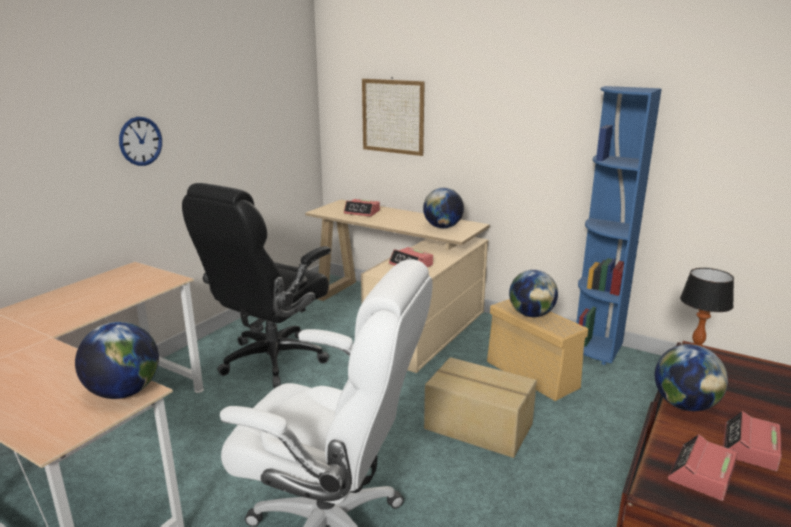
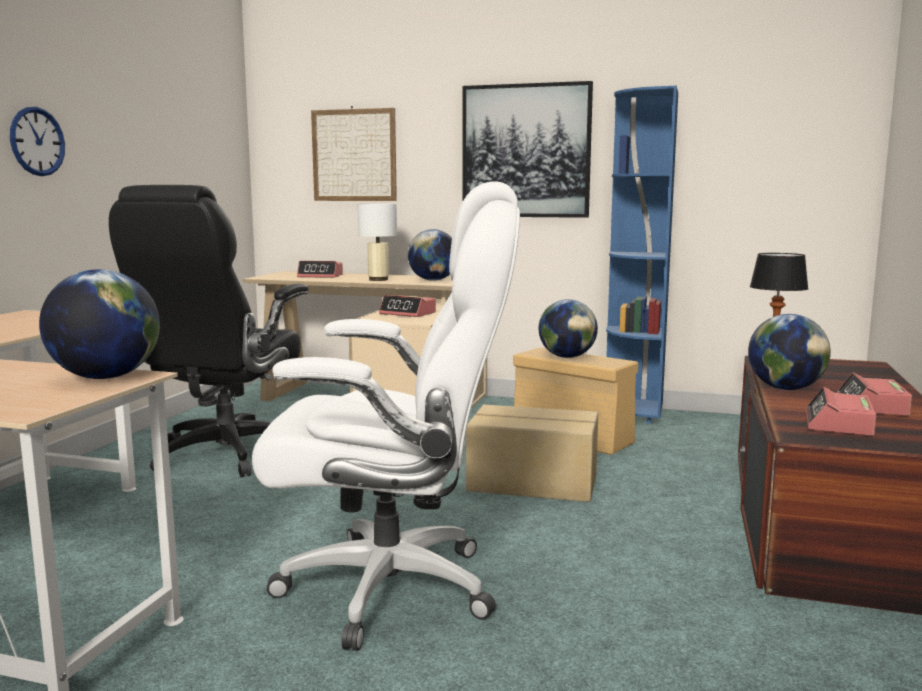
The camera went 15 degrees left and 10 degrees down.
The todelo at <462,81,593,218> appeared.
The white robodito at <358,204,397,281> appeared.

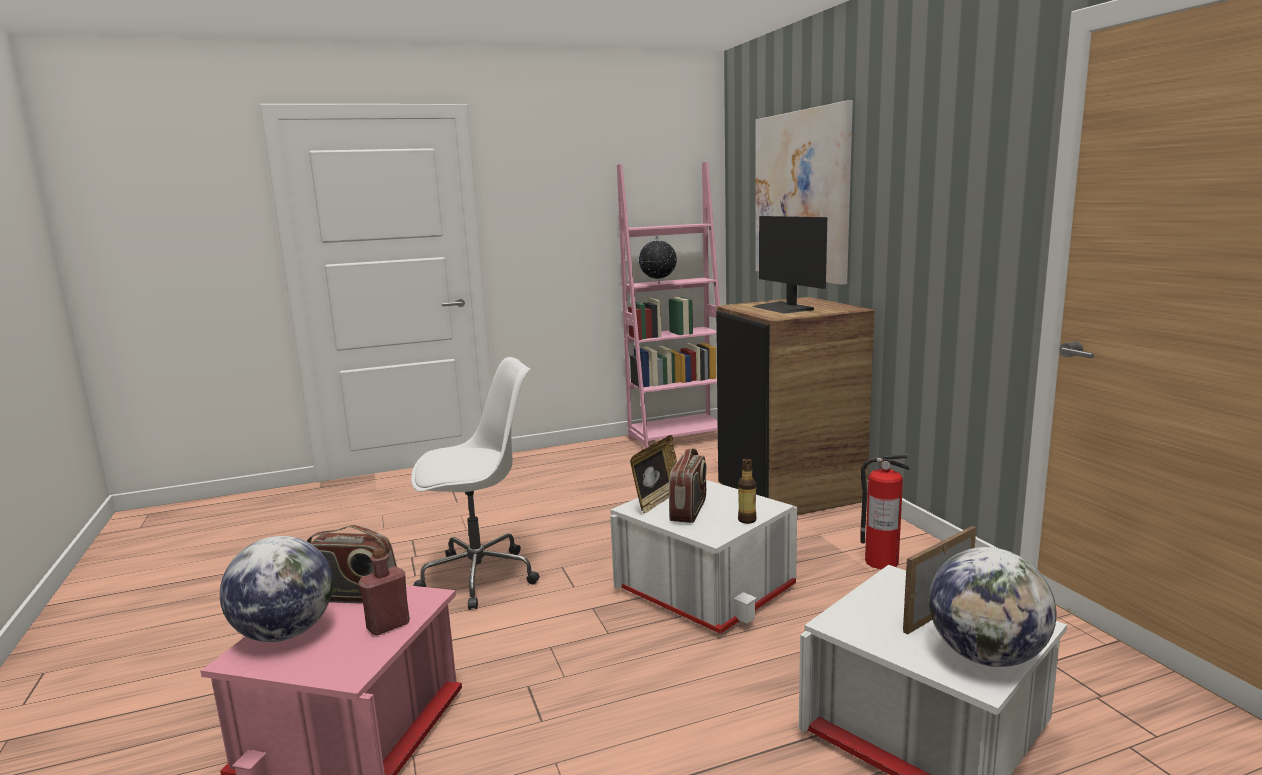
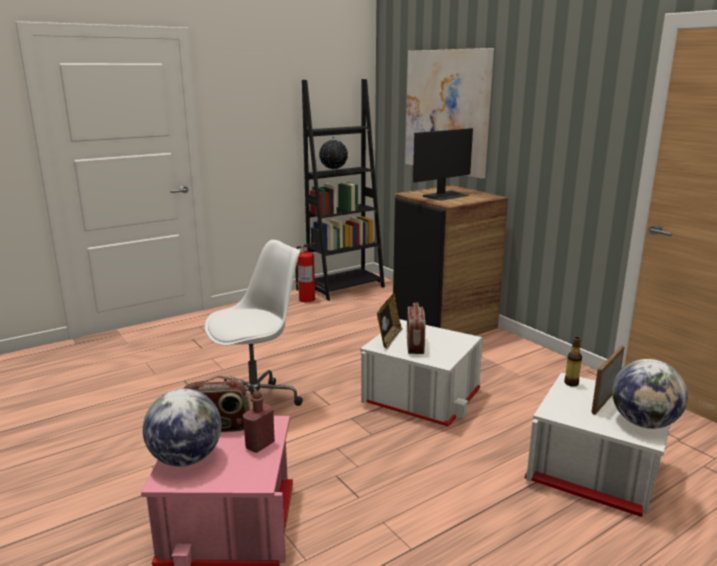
The camera went 15 degrees left and 5 degrees up.
The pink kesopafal at <617,162,720,449> became the black kesopafal at <302,79,385,301>.
The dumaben at <752,216,827,314> turned 90 degrees counterclockwise.
The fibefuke moved from <861,455,910,569> to <296,243,317,303>.
The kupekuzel moved from <738,457,757,524> to <564,337,582,387>.

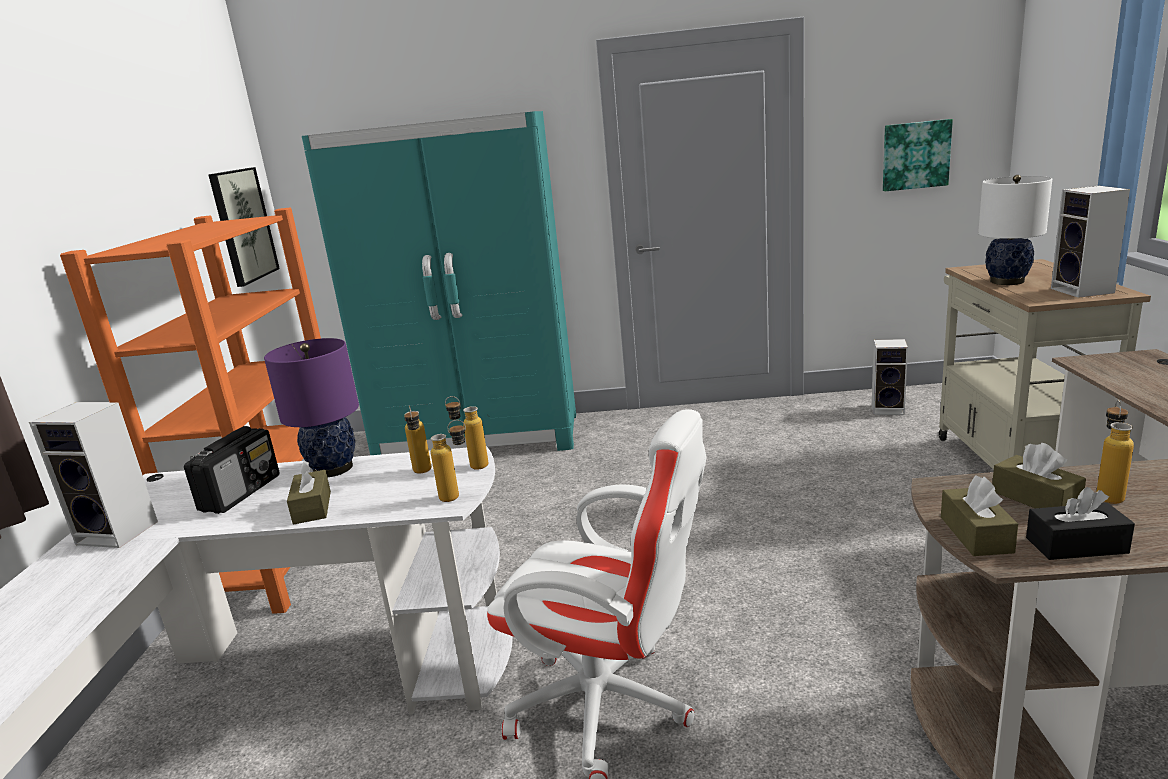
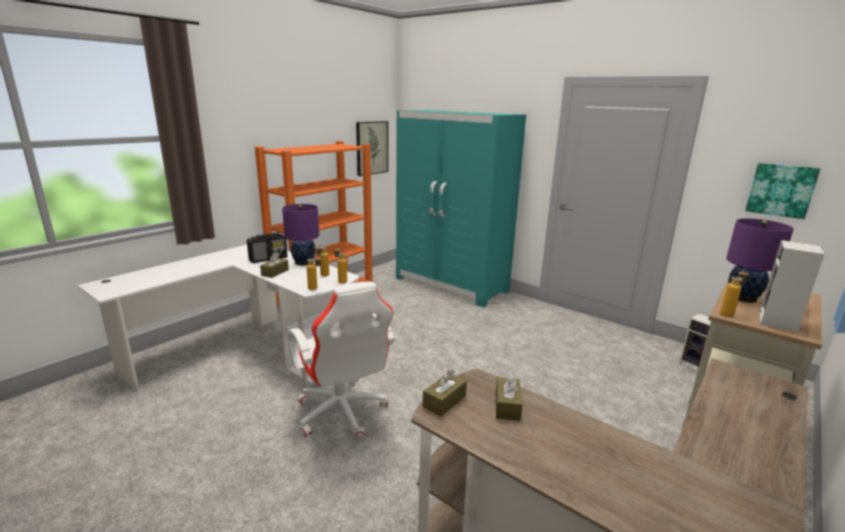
The camera went 35 degrees right and 0 degrees up.
The white robodito at <978,175,1052,285> became the purple robodito at <726,219,794,303>.
The kupekuzel moved from <1096,400,1134,504> to <720,268,749,317>.
The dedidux at <29,402,158,548> disappeared.
The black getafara at <1026,487,1135,560> disappeared.

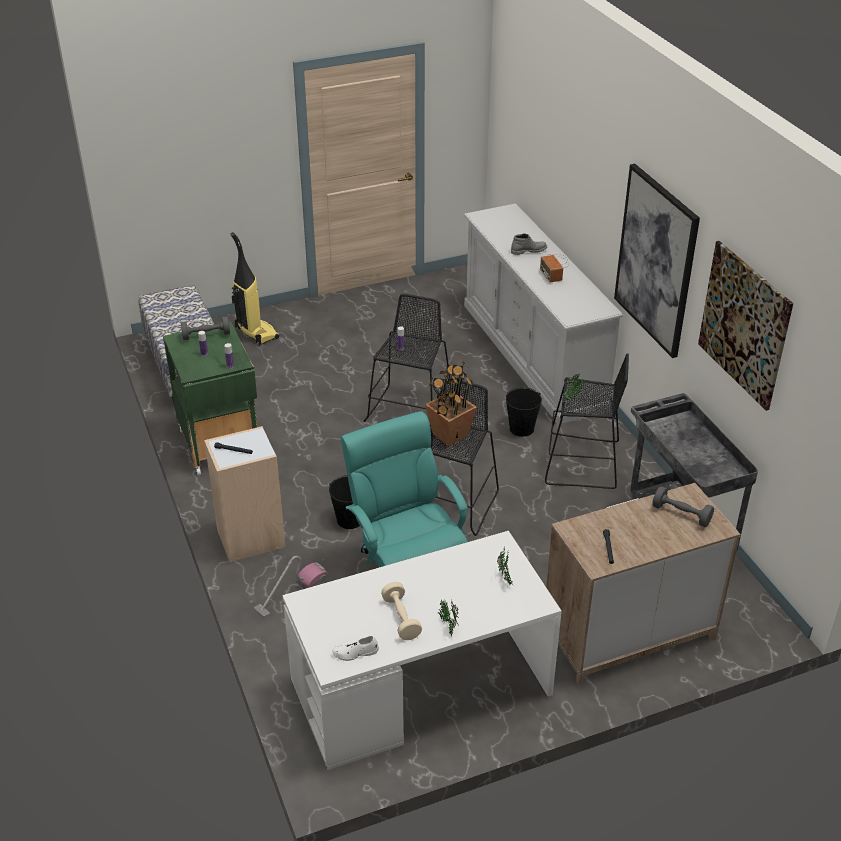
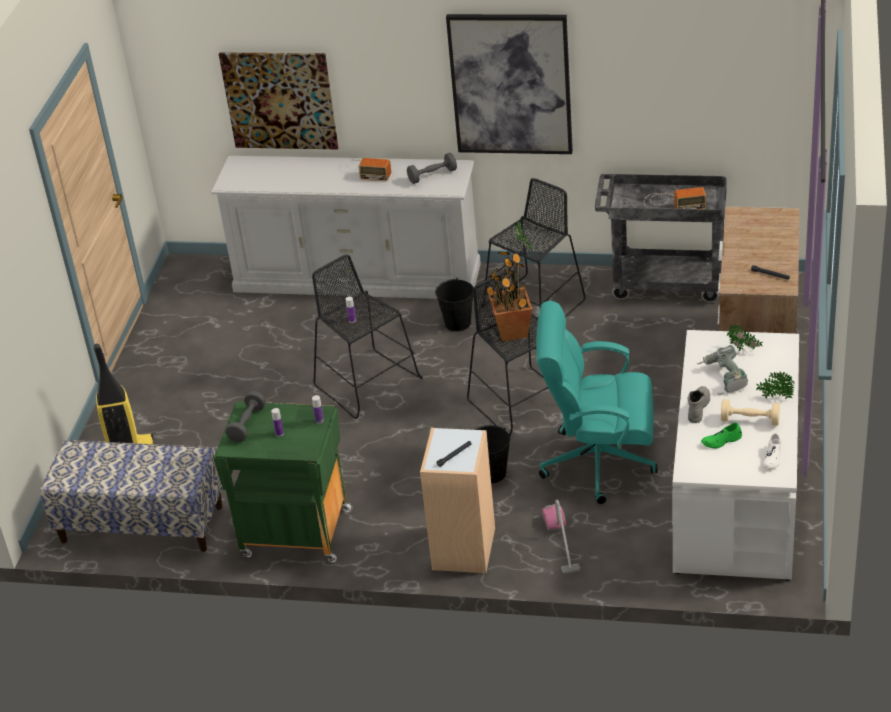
The camera went 55 degrees left and 0 degrees up.
The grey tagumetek moved from <511,233,547,255> to <688,386,710,423>.
The todelo moved from <698,241,793,411> to <219,52,338,149>.
The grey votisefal moved from <652,486,714,527> to <407,153,457,184>.
The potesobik at <644,187,706,209> appeared.
The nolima at <697,345,748,395> appeared.
The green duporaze at <701,423,742,449> appeared.

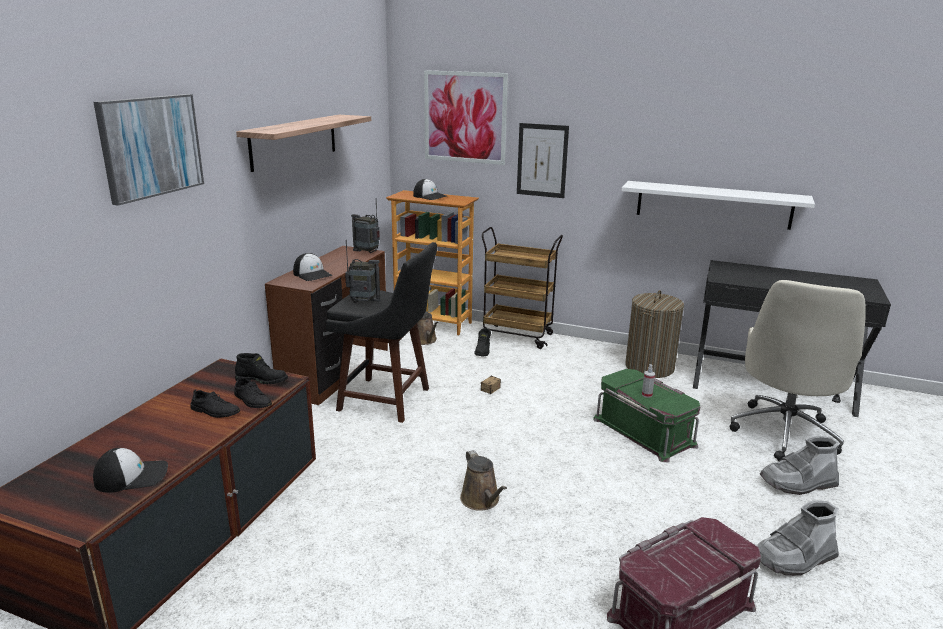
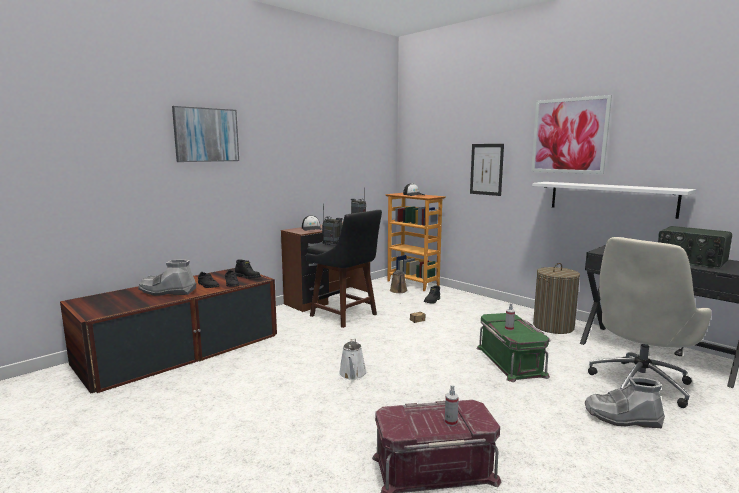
The camera went 25 degrees right and 10 degrees down.
The todelo moved from <424,70,508,165> to <531,95,612,174>.
The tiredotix at <236,115,371,172> disappeared.
The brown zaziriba at <482,227,563,349> disappeared.
The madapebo at <93,448,168,493> disappeared.
The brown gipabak at <460,450,507,511> became the white gipabak at <339,339,367,380>.
The grey tagumetek moved from <757,500,839,576> to <138,259,196,296>.
The potesobik at <658,226,732,268> appeared.
The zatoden at <445,385,459,426> appeared.

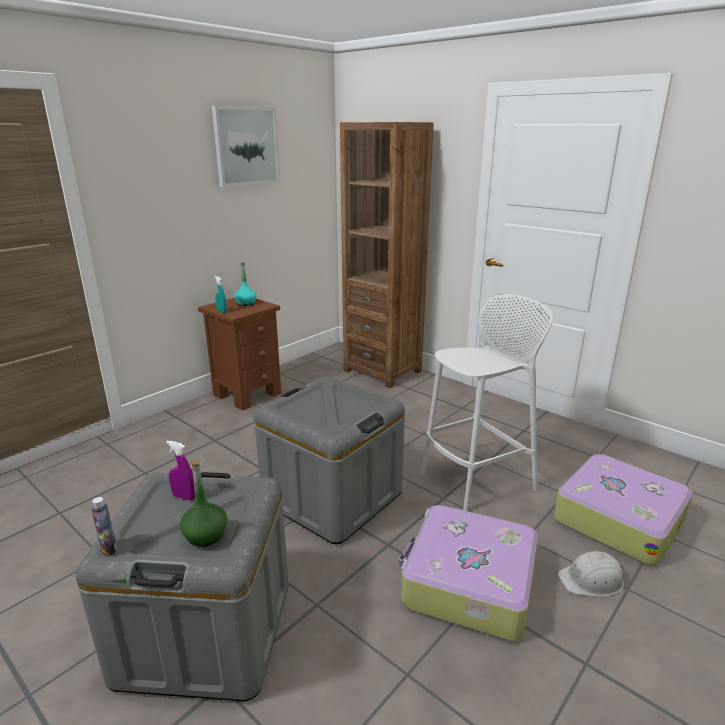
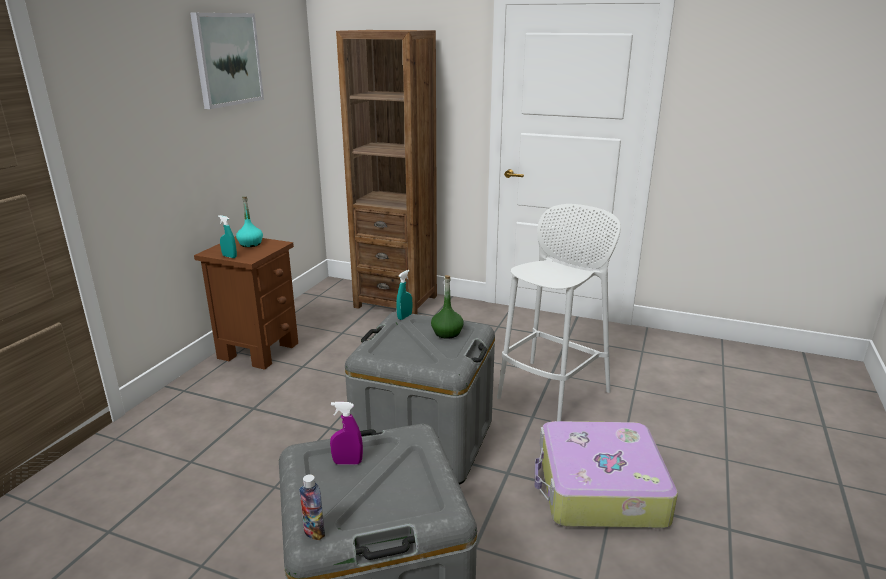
The camera went 20 degrees left and 0 degrees up.
The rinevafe at <554,454,693,566> disappeared.
The green kupekuzel moved from <180,460,227,547> to <431,275,464,339>.
The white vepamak at <558,551,624,597> disappeared.
The turquoise zatoden at <396,270,412,320> appeared.

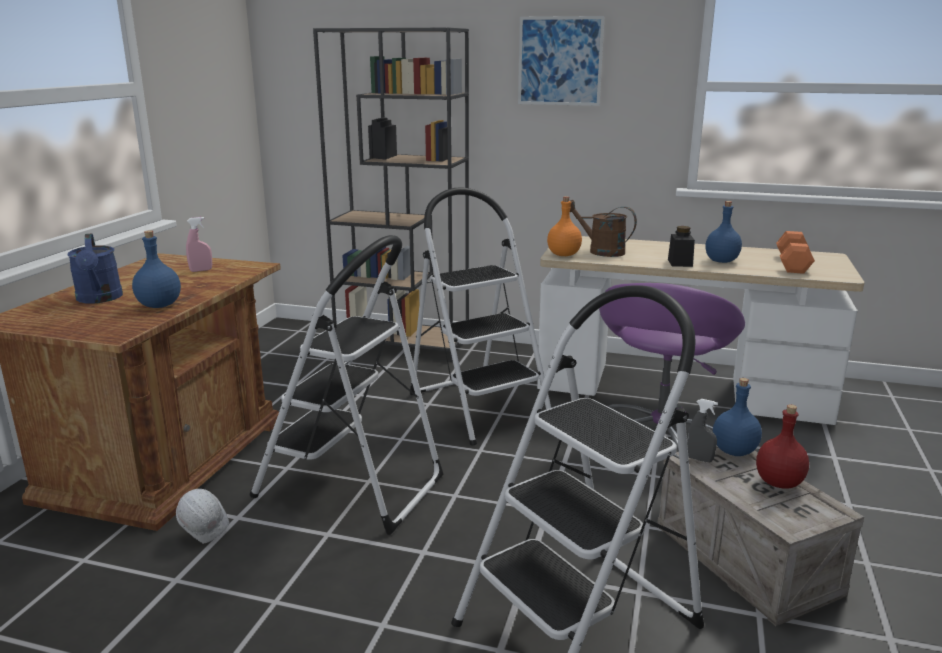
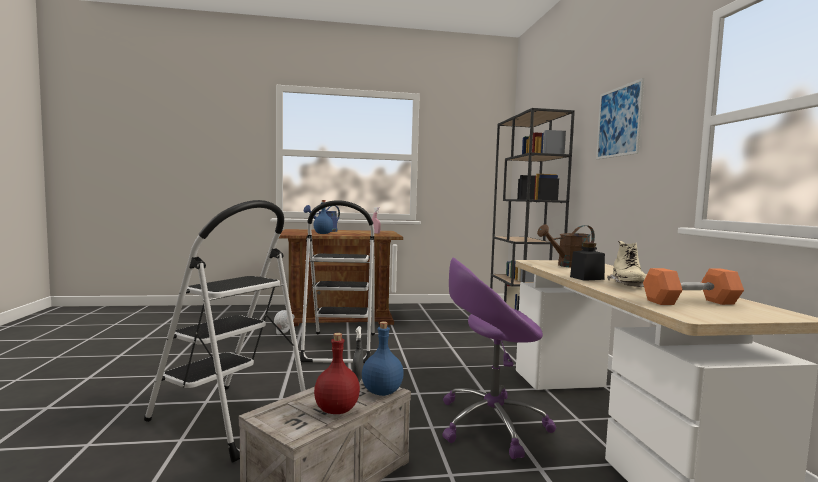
The camera went 65 degrees right and 15 degrees down.
The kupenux at <410,187,551,445> disappeared.
The orange kupekuzel at <547,196,582,256> disappeared.
The brown gipabak at <570,200,637,257> turned 120 degrees counterclockwise.
The blue kupekuzel at <705,201,742,263> was replaced by the beige tagumetek at <607,241,646,287>.

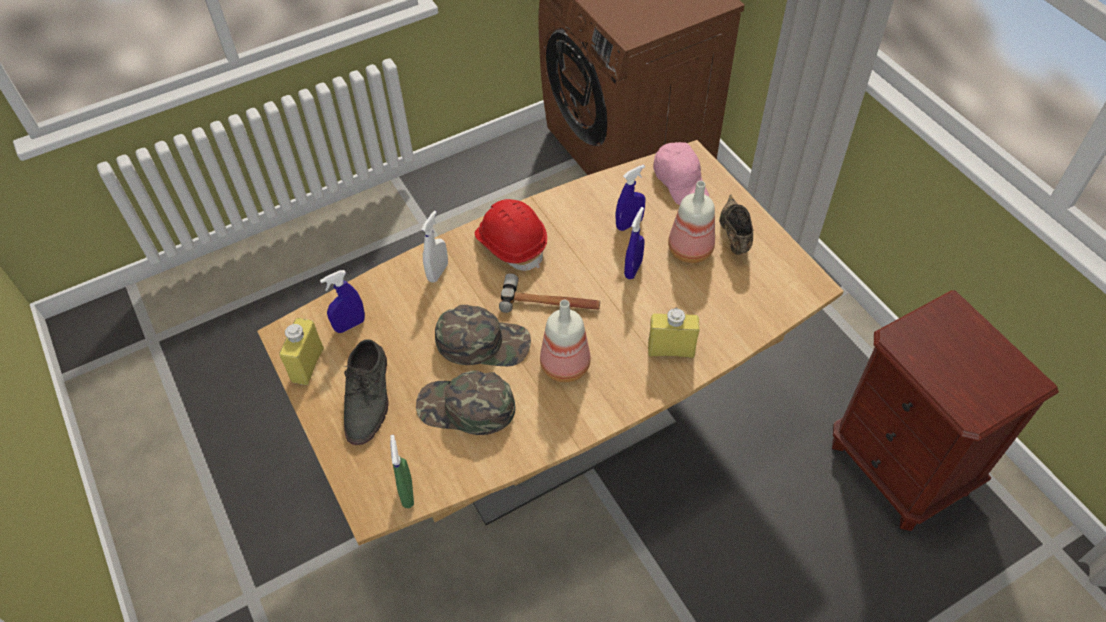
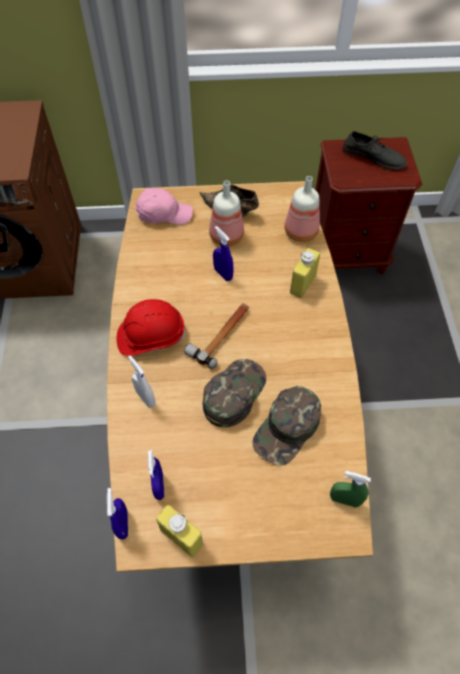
The camera went 65 degrees left and 5 degrees up.
The blue zatoden moved from <616,165,645,231> to <107,488,128,540>.
The kupekuzel moved from <540,300,591,382> to <285,176,320,242>.
The grey duporaze moved from <344,339,389,445> to <342,131,407,171>.

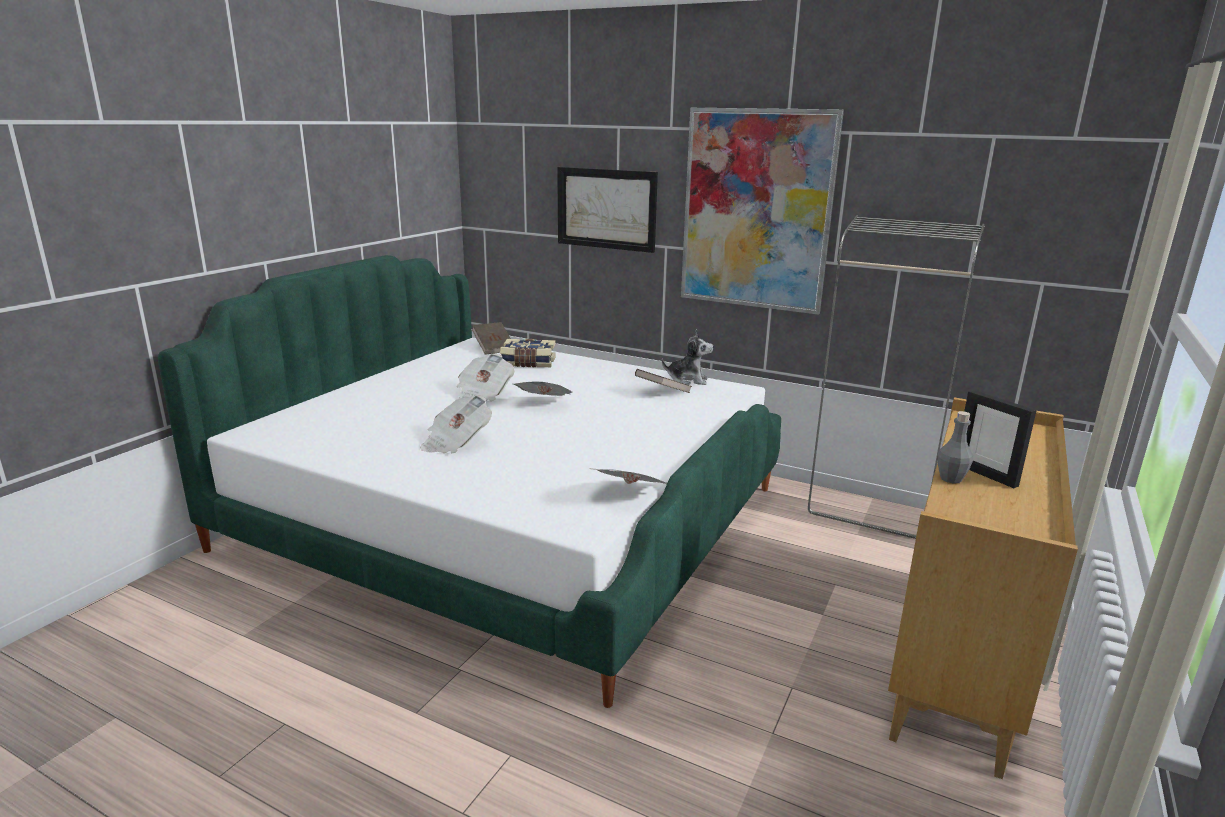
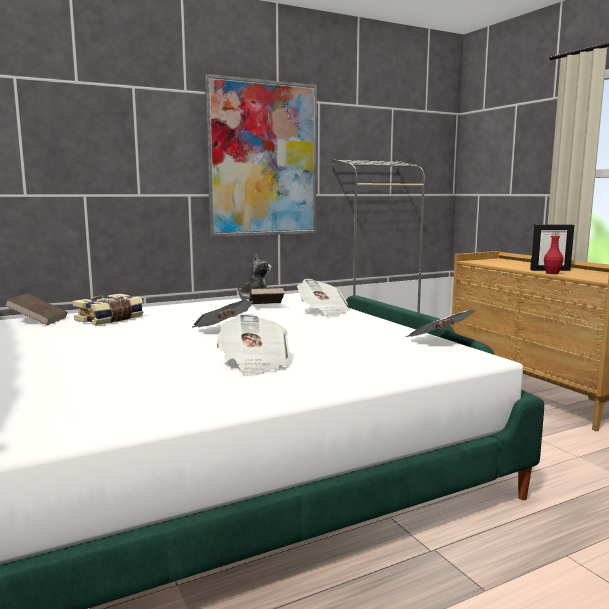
The camera went 55 degrees left and 10 degrees down.
The todelo at <557,167,658,253> disappeared.
The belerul moved from <457,354,514,401> to <297,279,350,318>.
The grey kupekuzel at <938,411,973,484> became the red kupekuzel at <544,231,564,274>.

